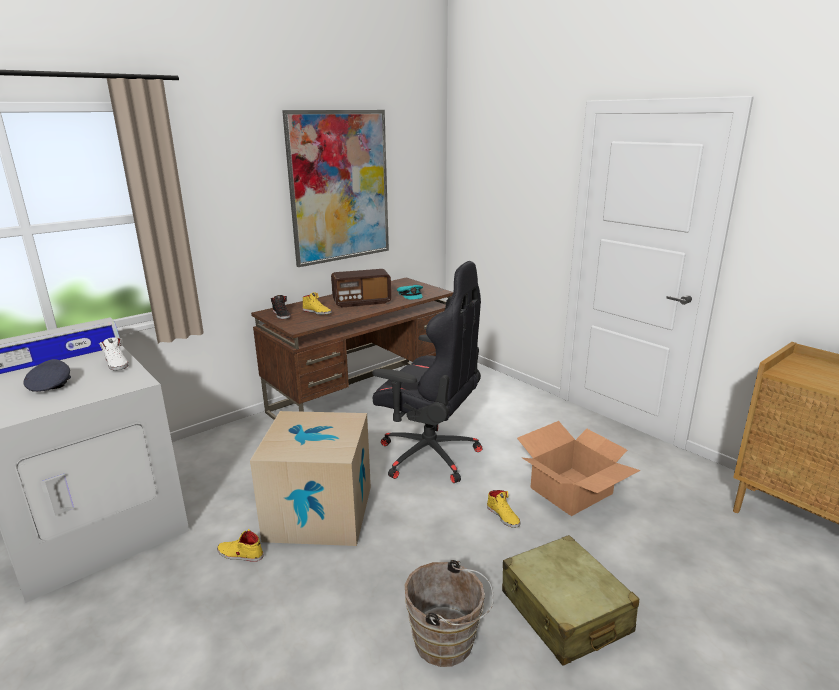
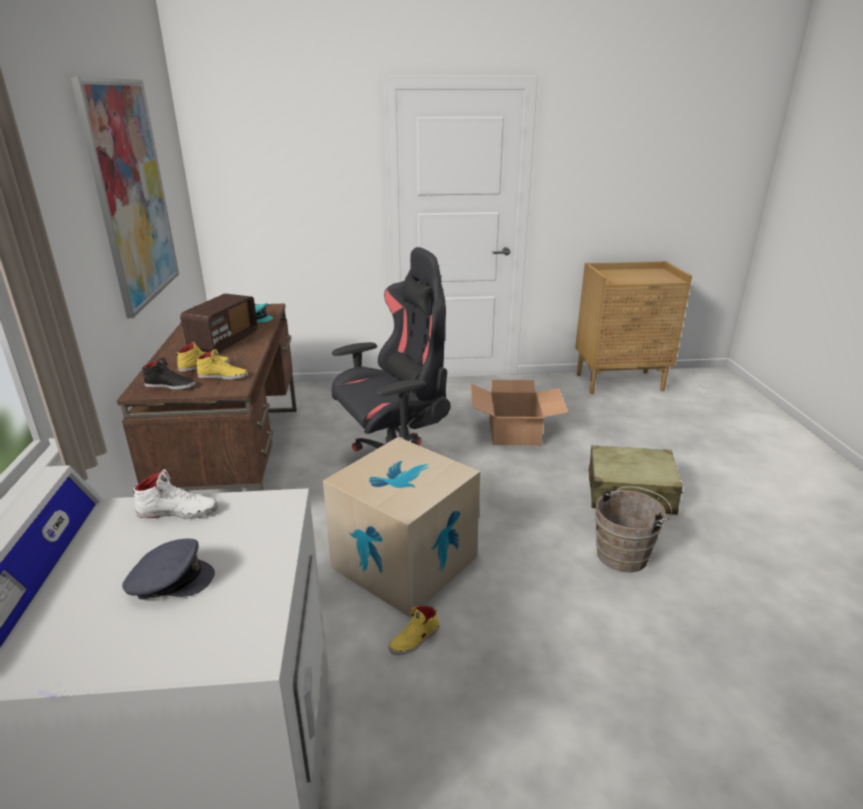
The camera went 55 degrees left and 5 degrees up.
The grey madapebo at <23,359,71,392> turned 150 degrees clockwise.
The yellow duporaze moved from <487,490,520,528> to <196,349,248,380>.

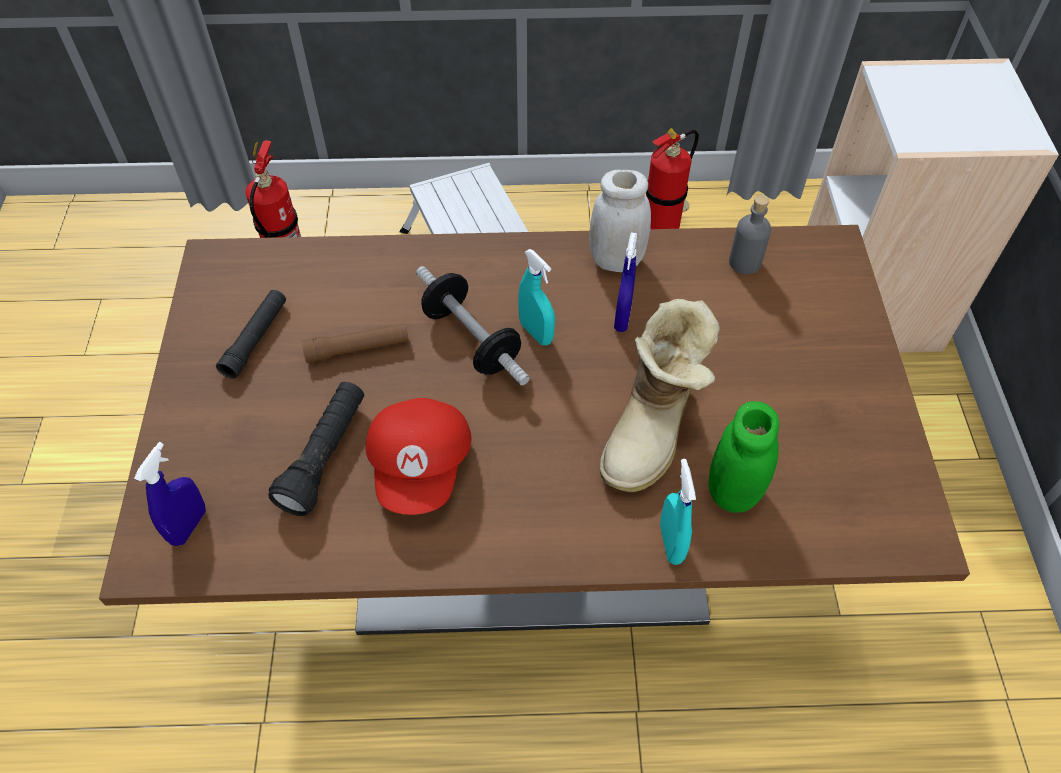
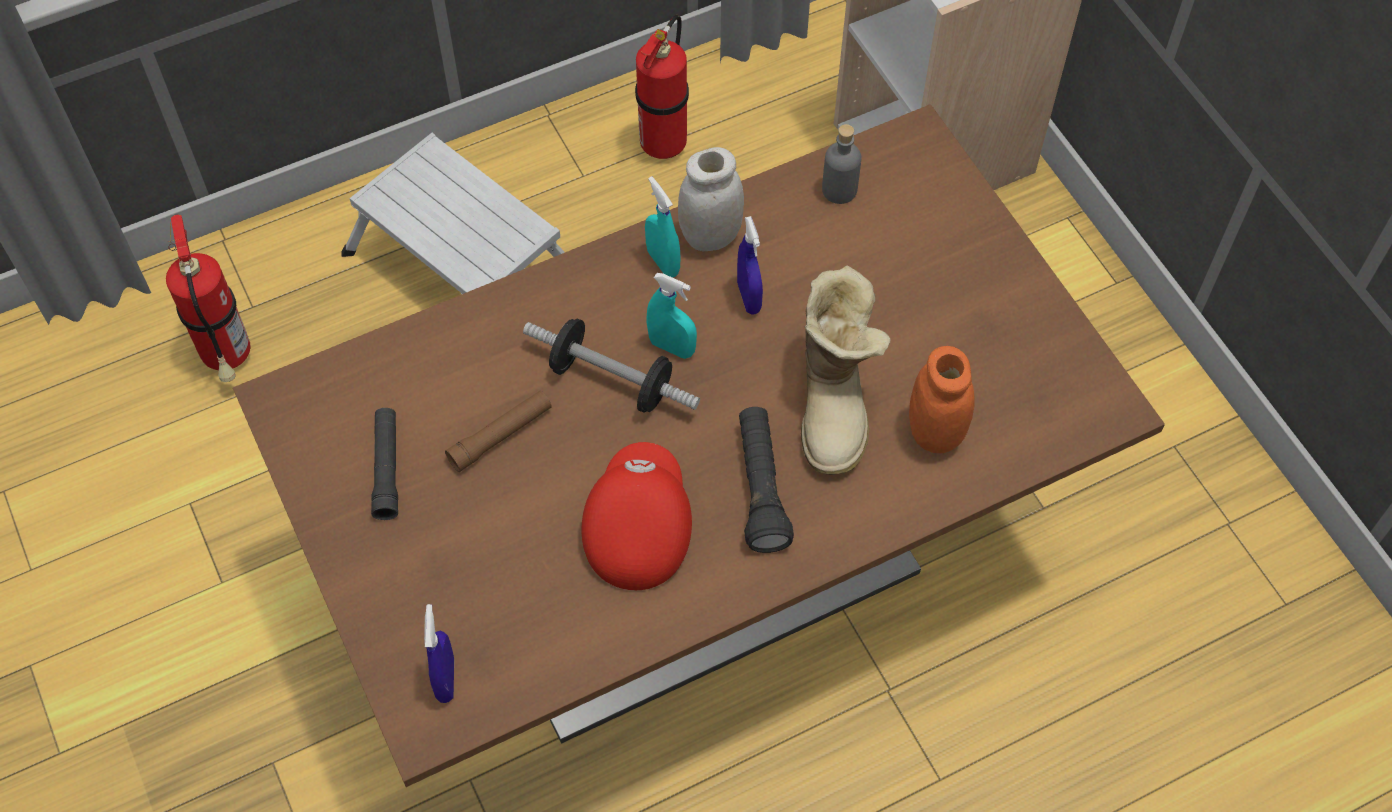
The camera went 25 degrees left and 5 degrees up.
The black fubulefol moved from <268,382,364,516> to <739,407,794,553>.
The red madapebo at <365,398,471,515> turned 150 degrees counterclockwise.
The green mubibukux at <709,401,779,513> became the orange mubibukux at <909,346,975,453>.
The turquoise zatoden moved from <660,459,696,565> to <645,176,681,278>.

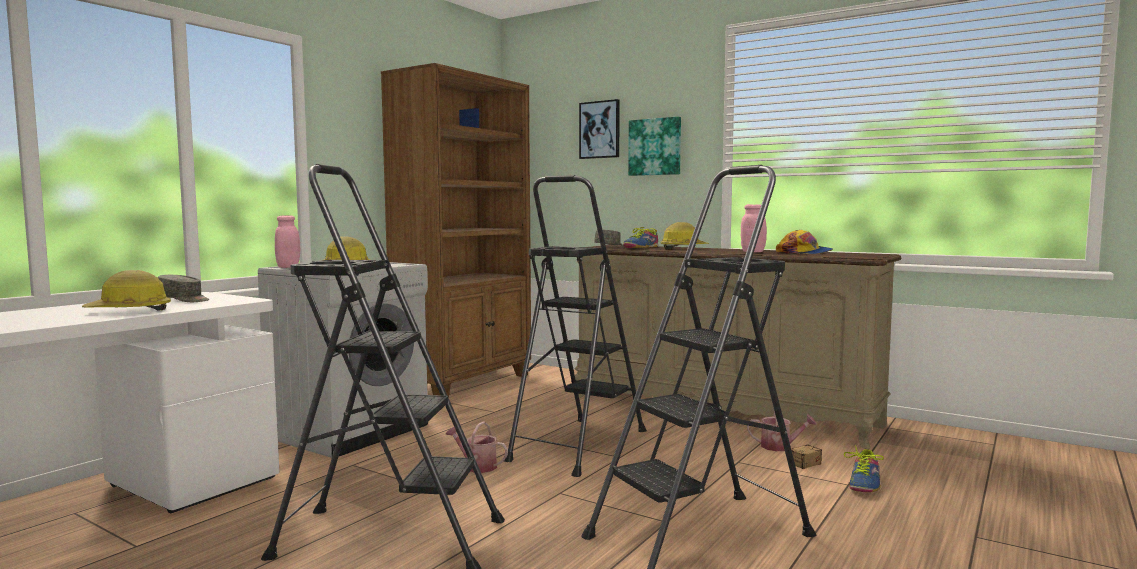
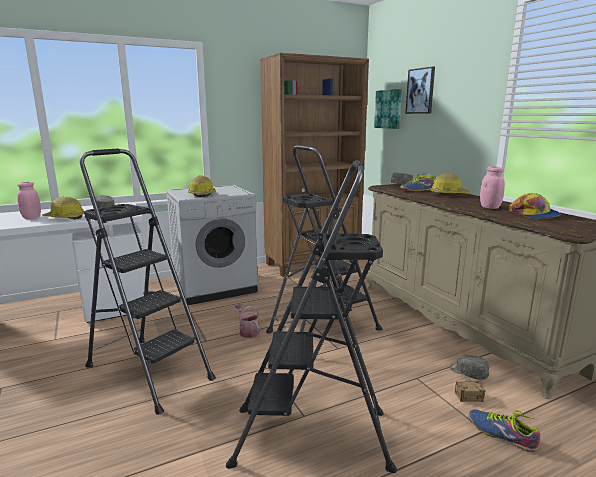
The camera went 30 degrees right and 10 degrees up.
The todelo moved from <628,117,681,176> to <374,89,402,129>.
The pink mubibukux moved from <275,215,300,268> to <17,182,41,219>.
The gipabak at <747,411,817,451> was replaced by the grey madapebo at <450,355,489,380>.
The duporaze at <844,445,884,493> turned 75 degrees clockwise.

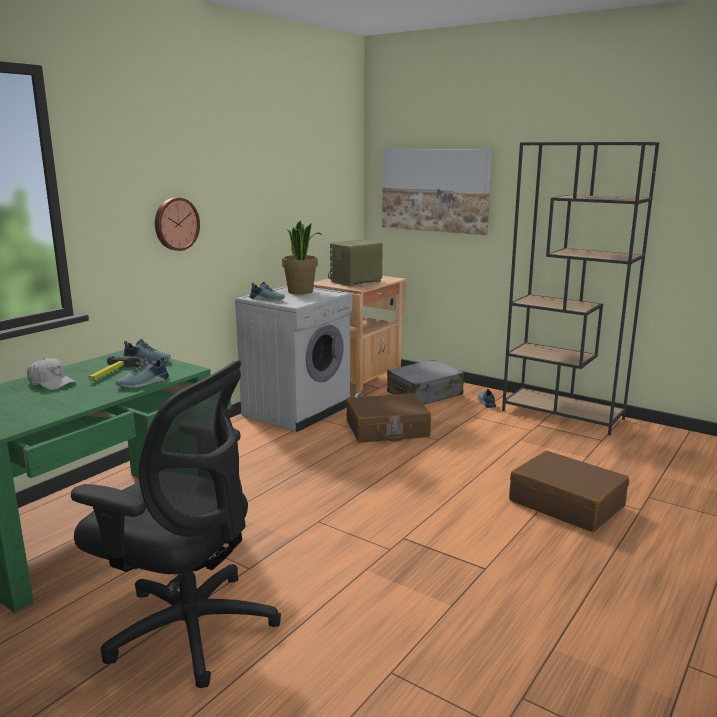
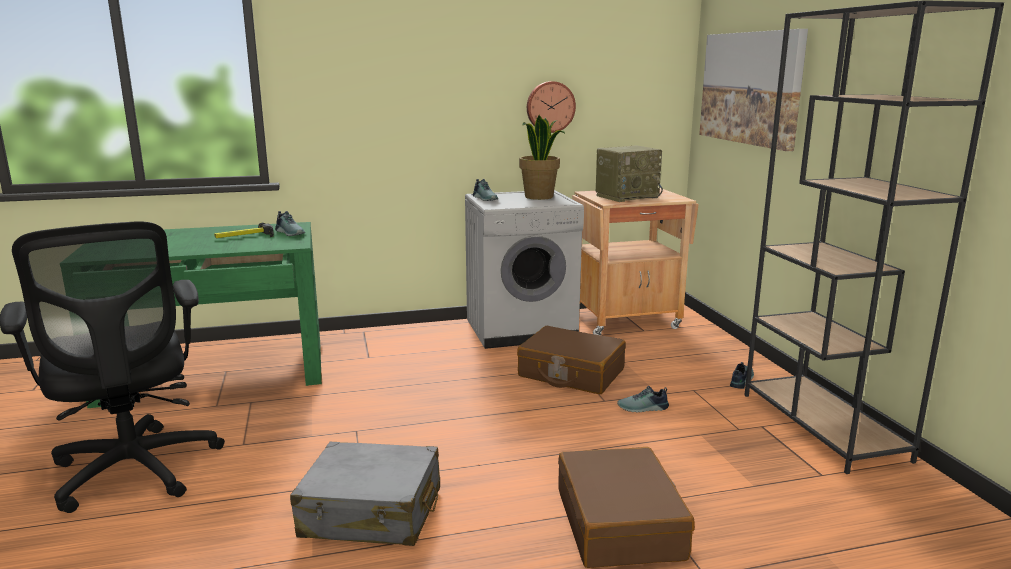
The camera went 40 degrees right and 0 degrees up.
The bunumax moved from <155,198,200,251> to <527,81,576,133>.
The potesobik at <328,240,383,287> turned 150 degrees clockwise.
The duporaze moved from <116,357,169,388> to <617,386,669,412>.
The white madapebo at <27,358,76,390> disappeared.
The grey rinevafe moved from <387,359,464,405> to <290,442,440,546>.

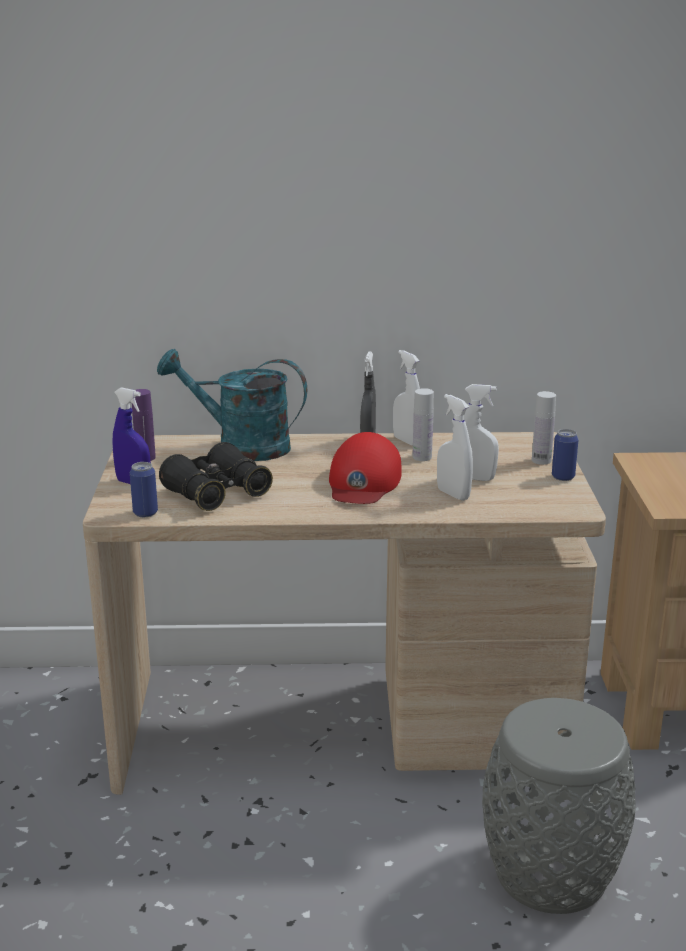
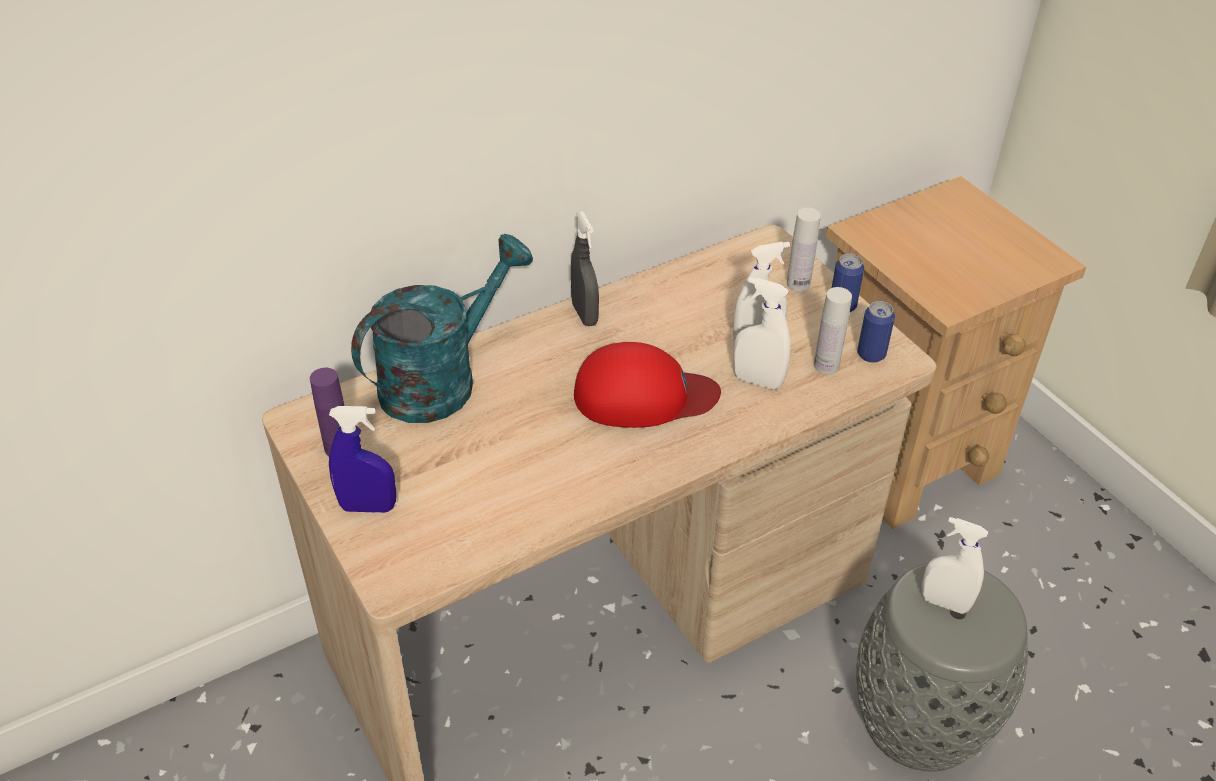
The camera went 30 degrees left and 20 degrees up.
The turquoise gipabak at <157,349,307,461> turned 150 degrees clockwise.
The white zatoden moved from <393,350,420,446> to <921,517,988,614>.
The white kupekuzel moved from <413,388,434,461> to <814,287,852,374>.
The red madapebo at <329,432,402,504> turned 75 degrees counterclockwise.
The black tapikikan at <159,442,273,511> disappeared.
The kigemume moved from <130,462,158,517> to <857,301,895,363>.

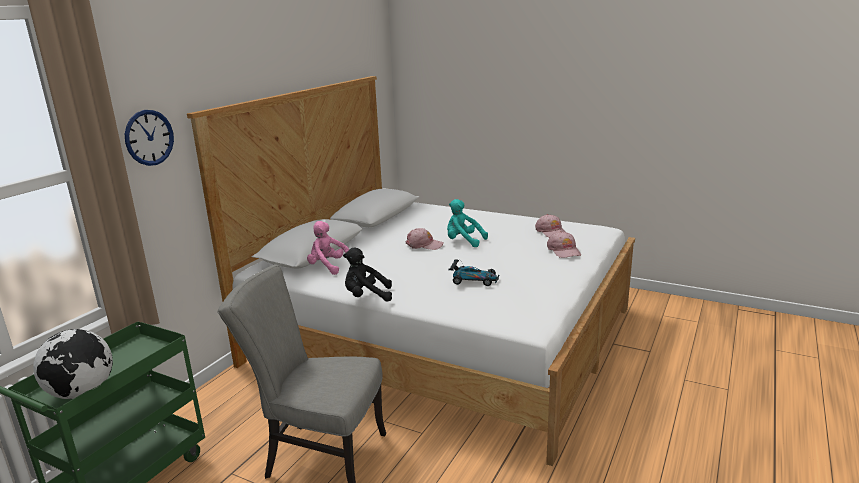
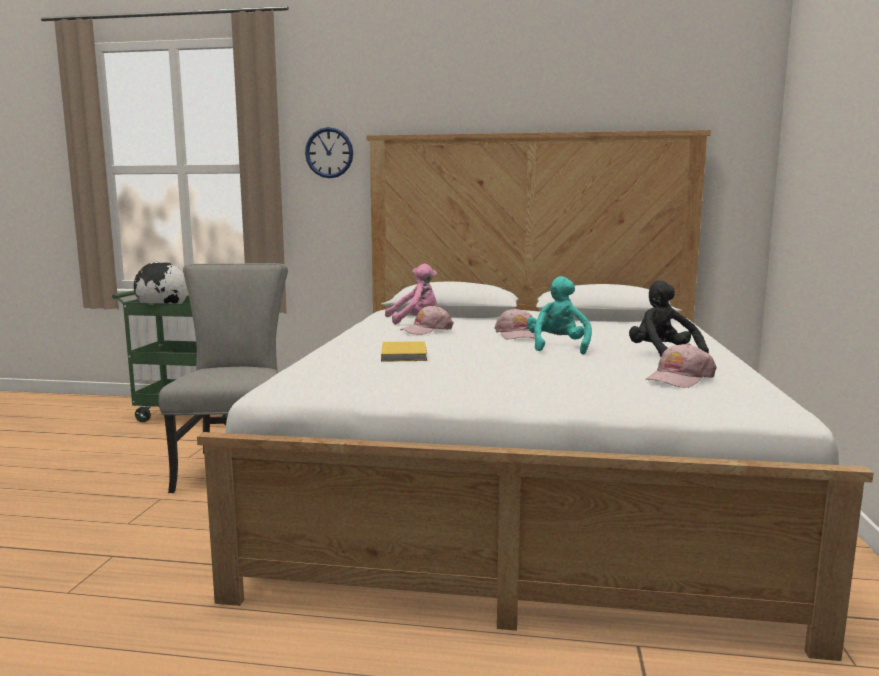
The camera went 70 degrees right and 10 degrees down.
The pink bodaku at <307,221,349,275> turned 60 degrees clockwise.
The pink madapebo moved from <547,231,581,258> to <400,305,454,335>.
The black bodaku moved from <343,248,392,302> to <629,280,709,357>.
The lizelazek at <448,259,499,286> was replaced by the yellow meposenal at <381,341,427,362>.

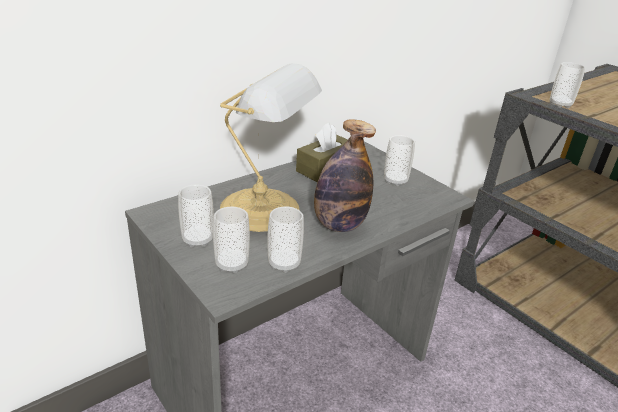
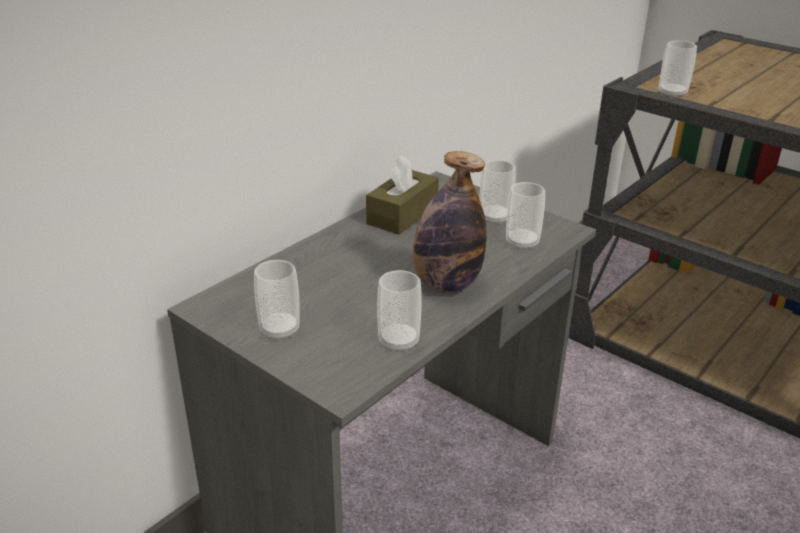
The camera went 10 degrees left and 0 degrees up.
The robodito at <220,63,322,232> disappeared.
The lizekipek moved from <213,207,250,274> to <506,182,545,250>.

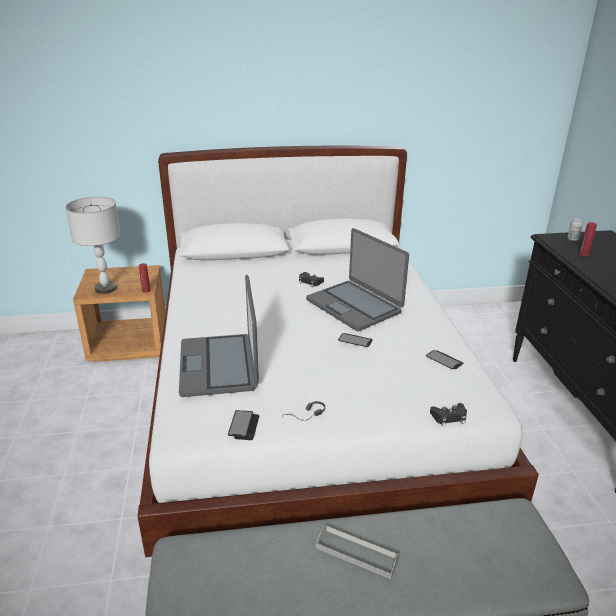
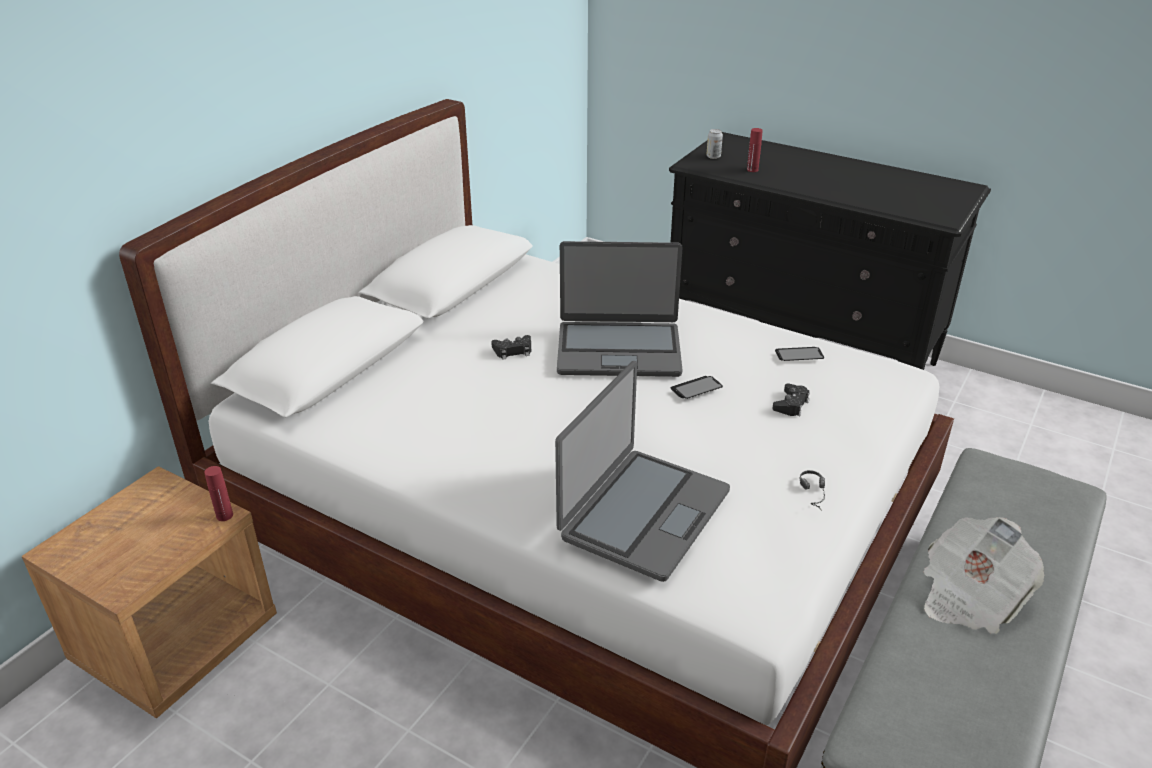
The camera went 50 degrees left and 5 degrees up.
The grey robodito at <65,197,121,294> disappeared.
The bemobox at <179,275,259,397> turned 90 degrees counterclockwise.
The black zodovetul moved from <430,403,467,426> to <772,383,810,416>.
The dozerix at <228,410,259,440> disappeared.
The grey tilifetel at <316,525,400,579> was replaced by the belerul at <923,517,1045,634>.

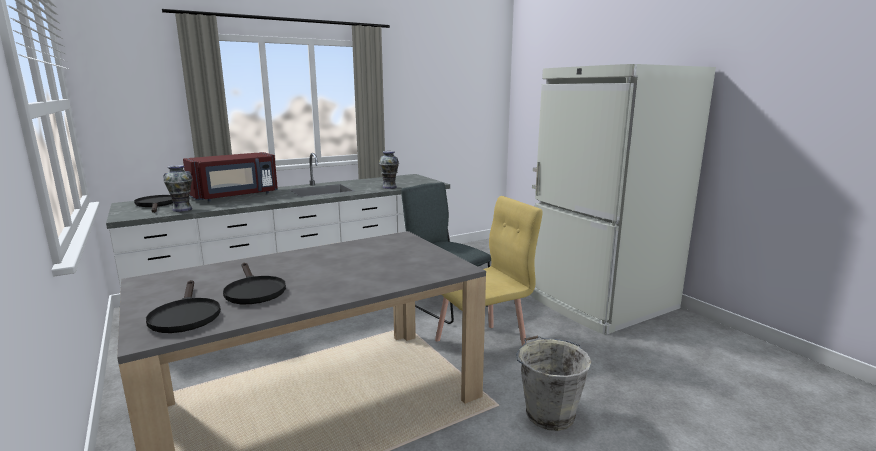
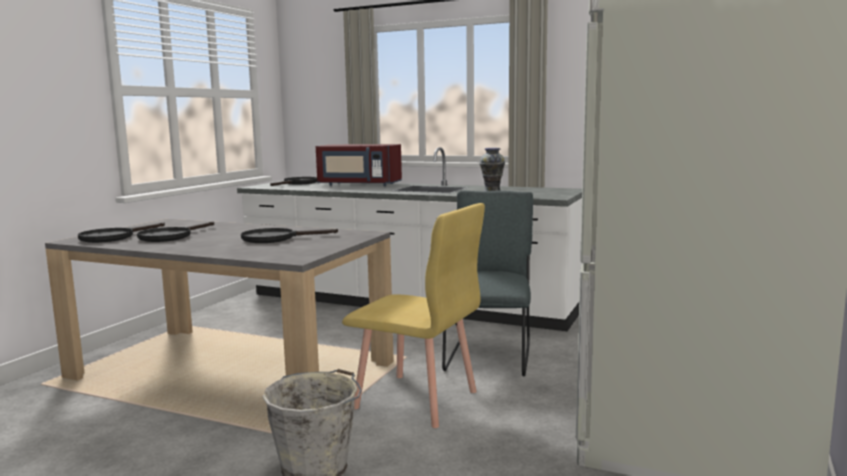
The camera went 55 degrees right and 5 degrees down.
The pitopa at <163,165,193,212> disappeared.
The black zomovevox at <241,228,338,243> appeared.

